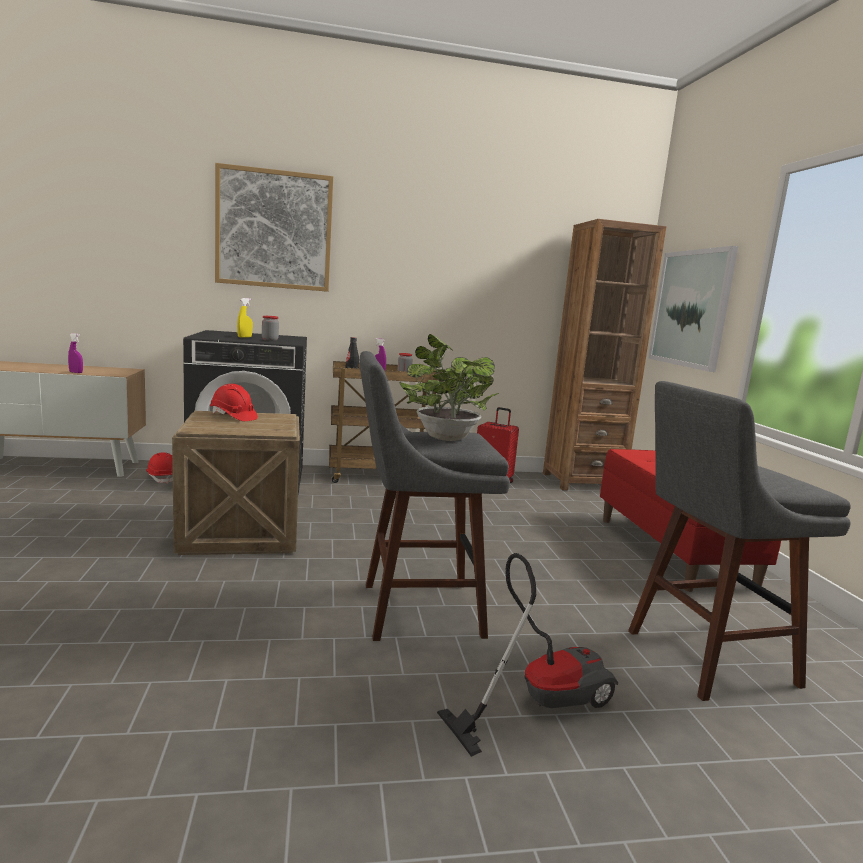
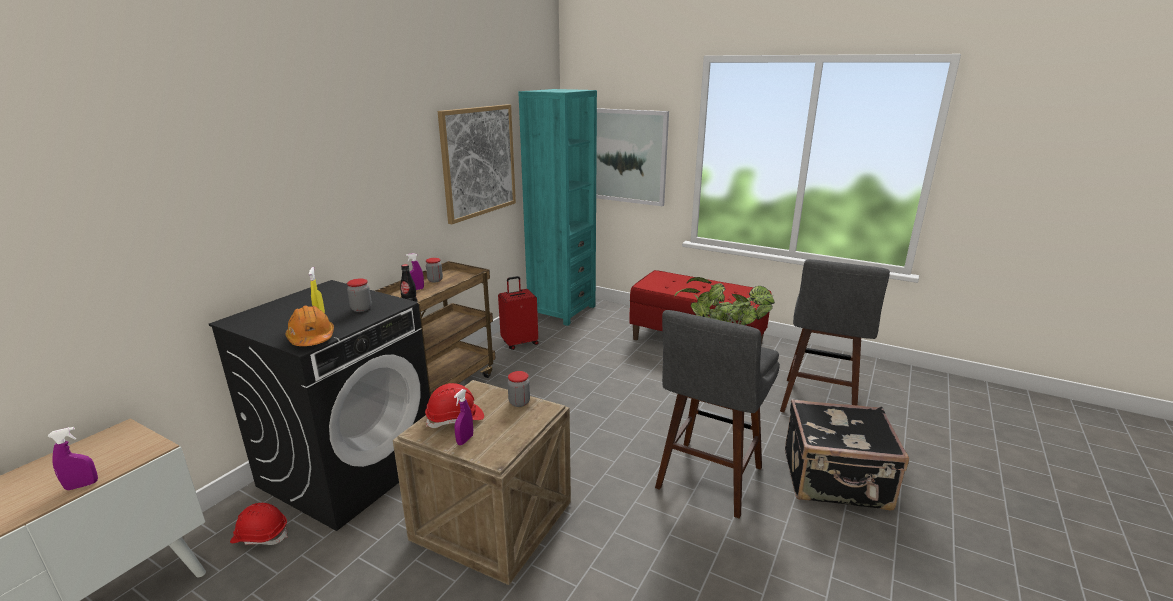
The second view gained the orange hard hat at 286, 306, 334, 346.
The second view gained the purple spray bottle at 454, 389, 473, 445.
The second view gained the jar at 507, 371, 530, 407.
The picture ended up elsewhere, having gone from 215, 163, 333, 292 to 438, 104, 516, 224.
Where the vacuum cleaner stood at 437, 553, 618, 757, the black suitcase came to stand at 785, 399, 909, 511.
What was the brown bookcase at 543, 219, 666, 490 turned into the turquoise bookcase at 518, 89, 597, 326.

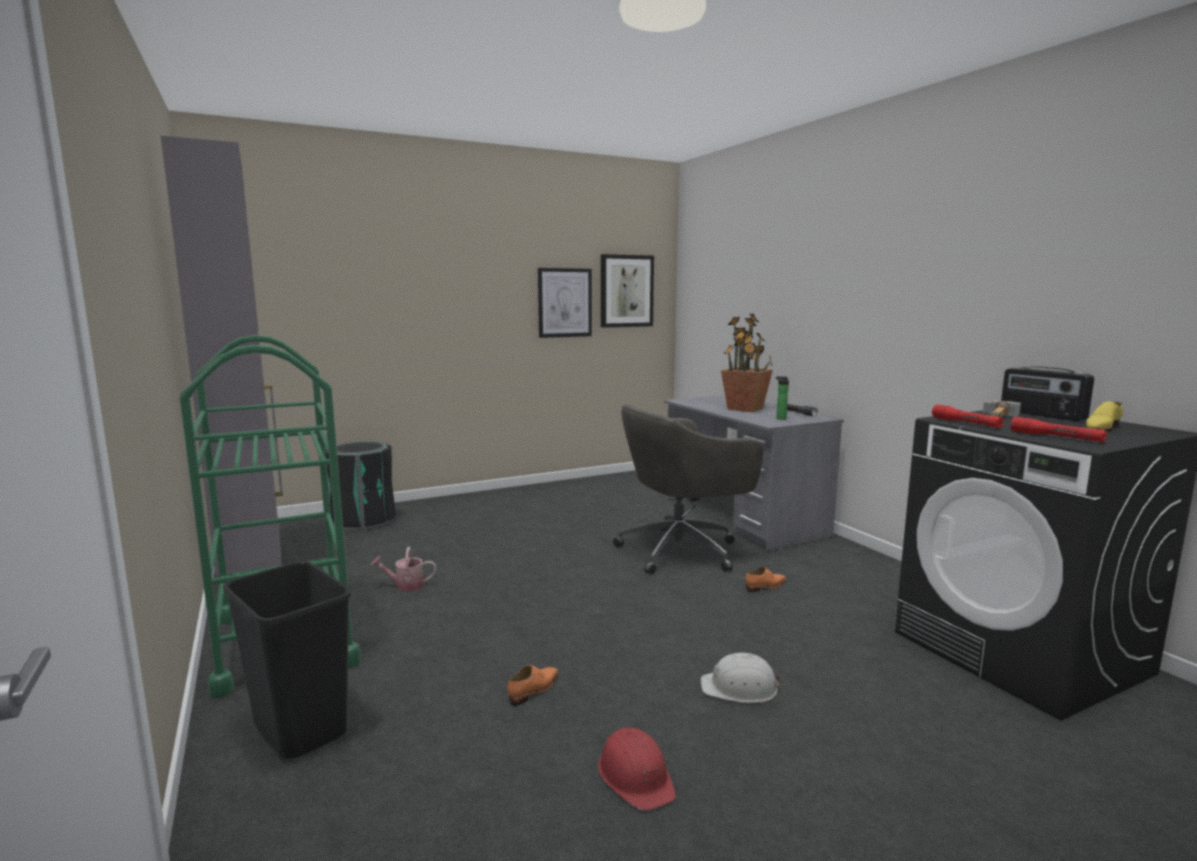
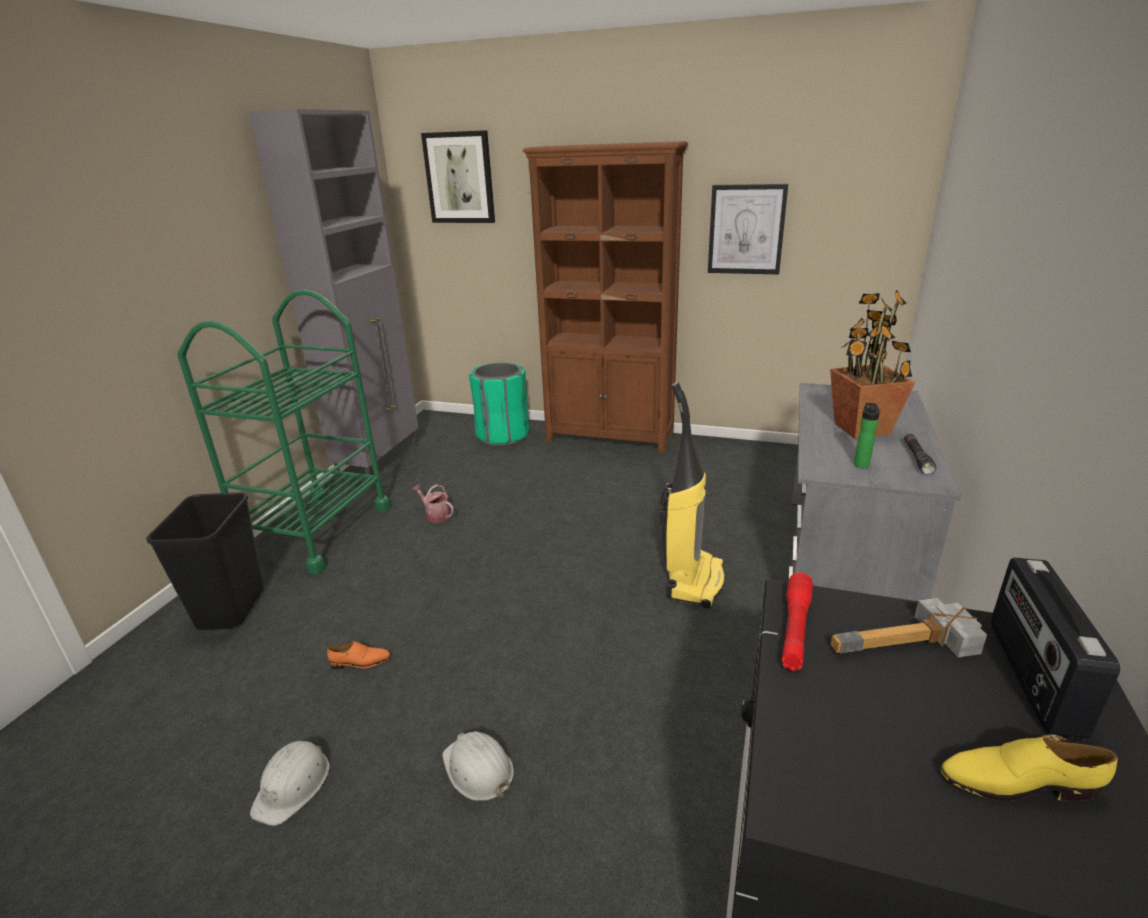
The second view lost the orange shoe at 745, 567, 786, 592.
The second view lost the red flashlight at 1011, 417, 1107, 442.
The second view gained the brown bookcase at 523, 141, 688, 454.
The picture ended up elsewhere, having gone from 601, 254, 654, 328 to 421, 130, 495, 223.
Where the grey office chair stood at 613, 404, 763, 575, the vacuum cleaner came to stand at 660, 382, 725, 608.
What was the black trash can at 326, 441, 396, 531 turned into the green trash can at 469, 363, 529, 446.
What was the red hard hat at 598, 728, 676, 811 turned into the white hard hat at 250, 740, 330, 826.

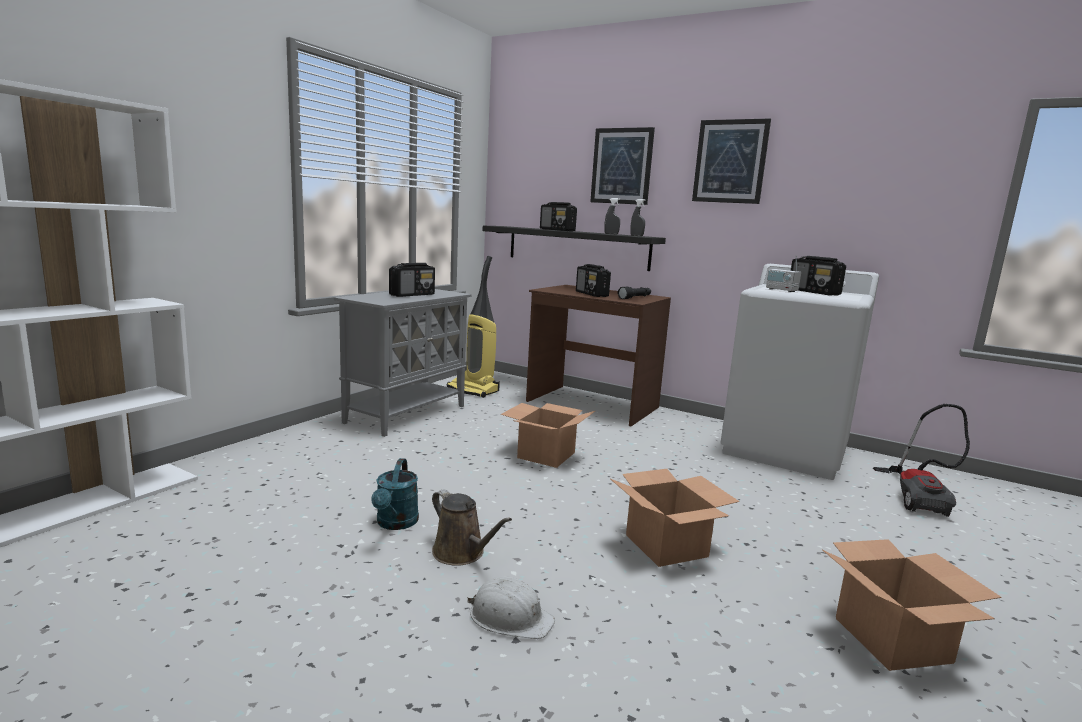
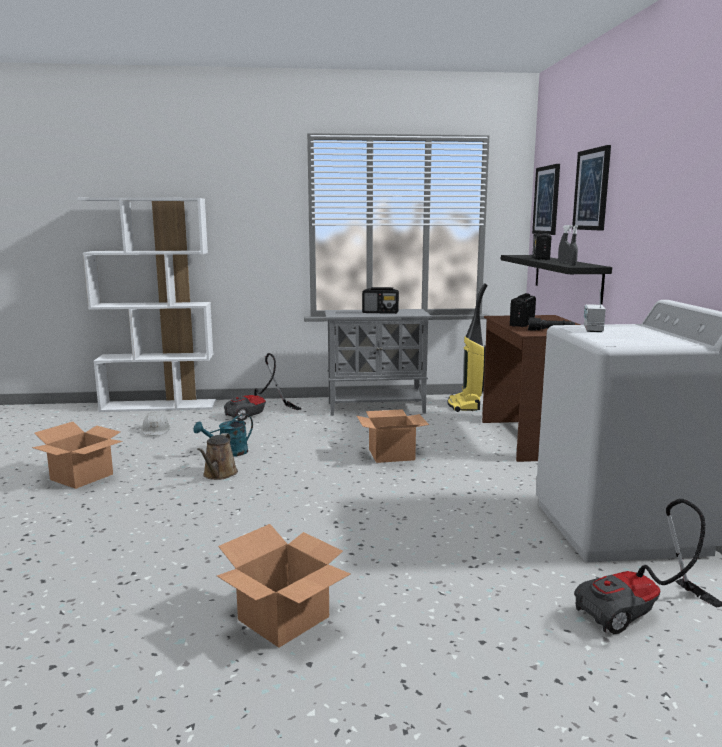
The second view lost the radio at 791, 256, 846, 296.
The second view gained the vacuum cleaner at 224, 353, 302, 421.
The white hard hat ended up elsewhere, having gone from 467, 576, 555, 639 to 141, 411, 170, 436.
The cardboard box ended up elsewhere, having gone from 610, 469, 740, 567 to 32, 422, 123, 489.
The picture ended up elsewhere, having gone from 692, 118, 771, 204 to 532, 164, 560, 235.

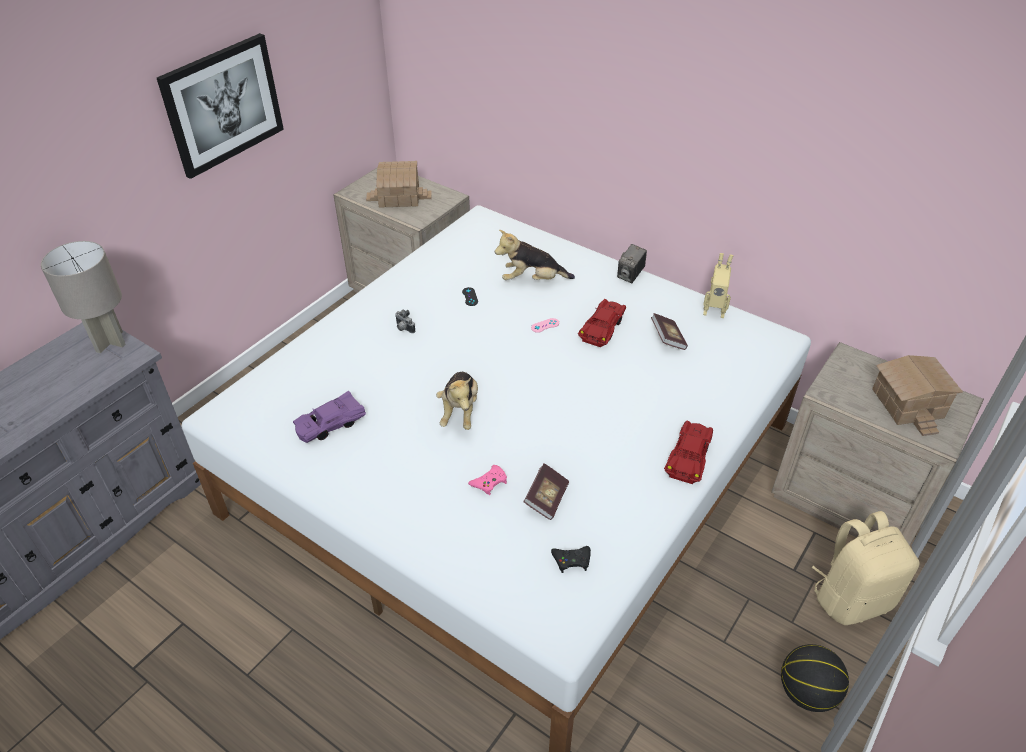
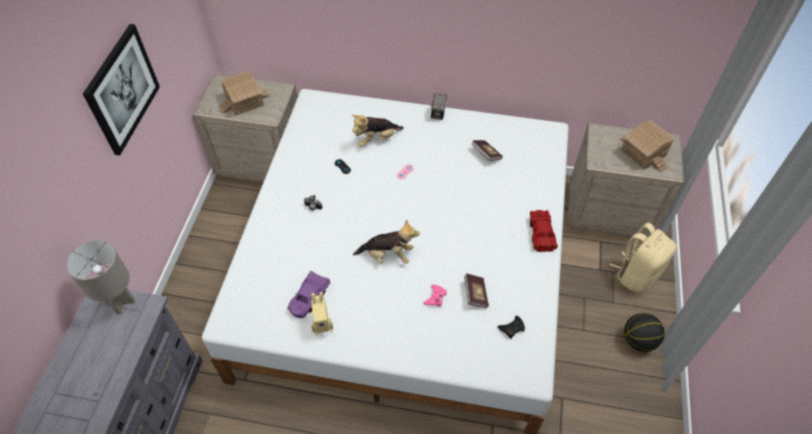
The second view lost the red toy car at 578, 299, 626, 347.
The toy robot ended up elsewhere, having gone from 703, 253, 733, 318 to 311, 292, 333, 335.
The plush toy at 436, 372, 478, 430 ended up facing another way, 60 degrees counterclockwise from before.

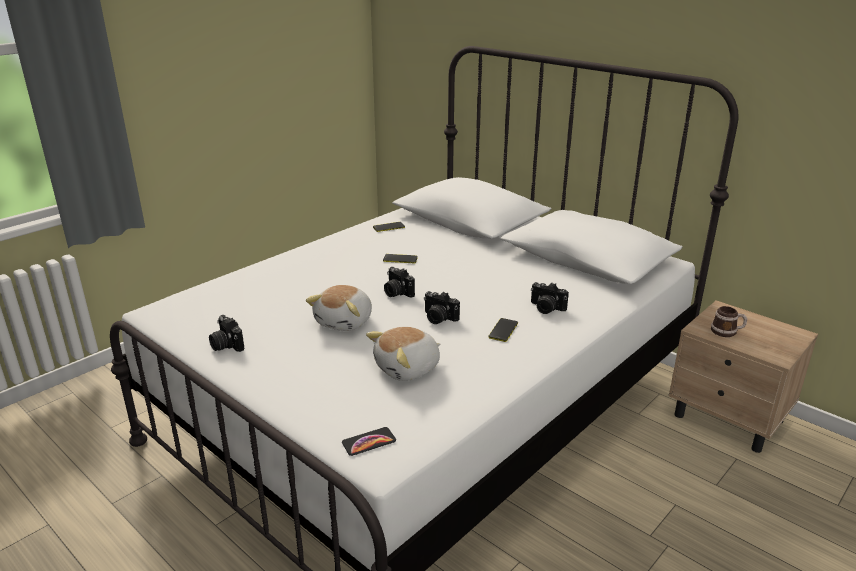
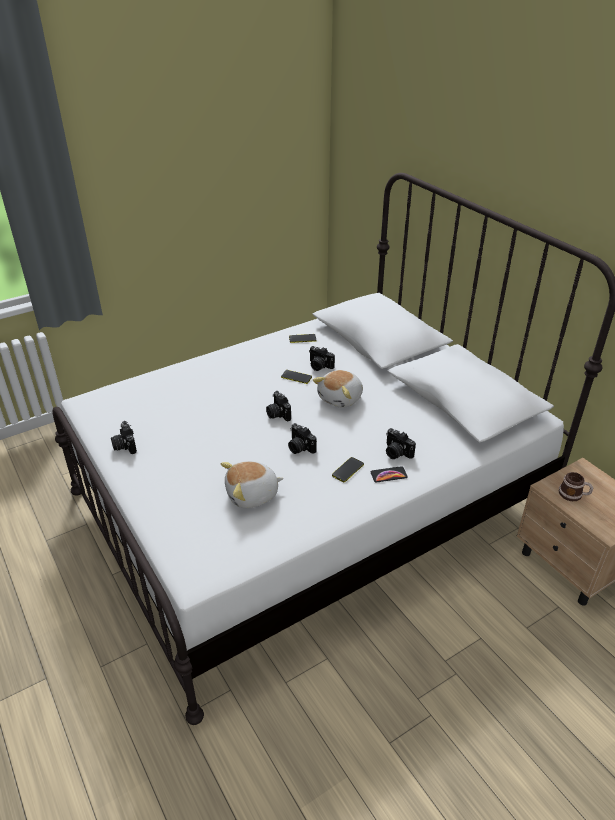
The second view gained the photo camera at 309, 346, 335, 371.
The plush toy ended up elsewhere, having gone from 306, 285, 372, 331 to 313, 370, 363, 408.
The phone ended up elsewhere, having gone from 342, 427, 396, 456 to 371, 466, 408, 482.

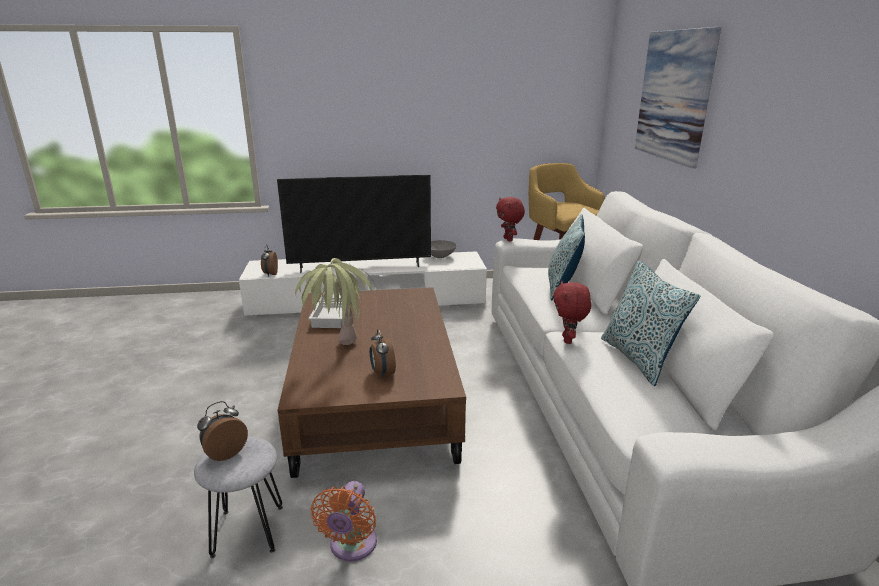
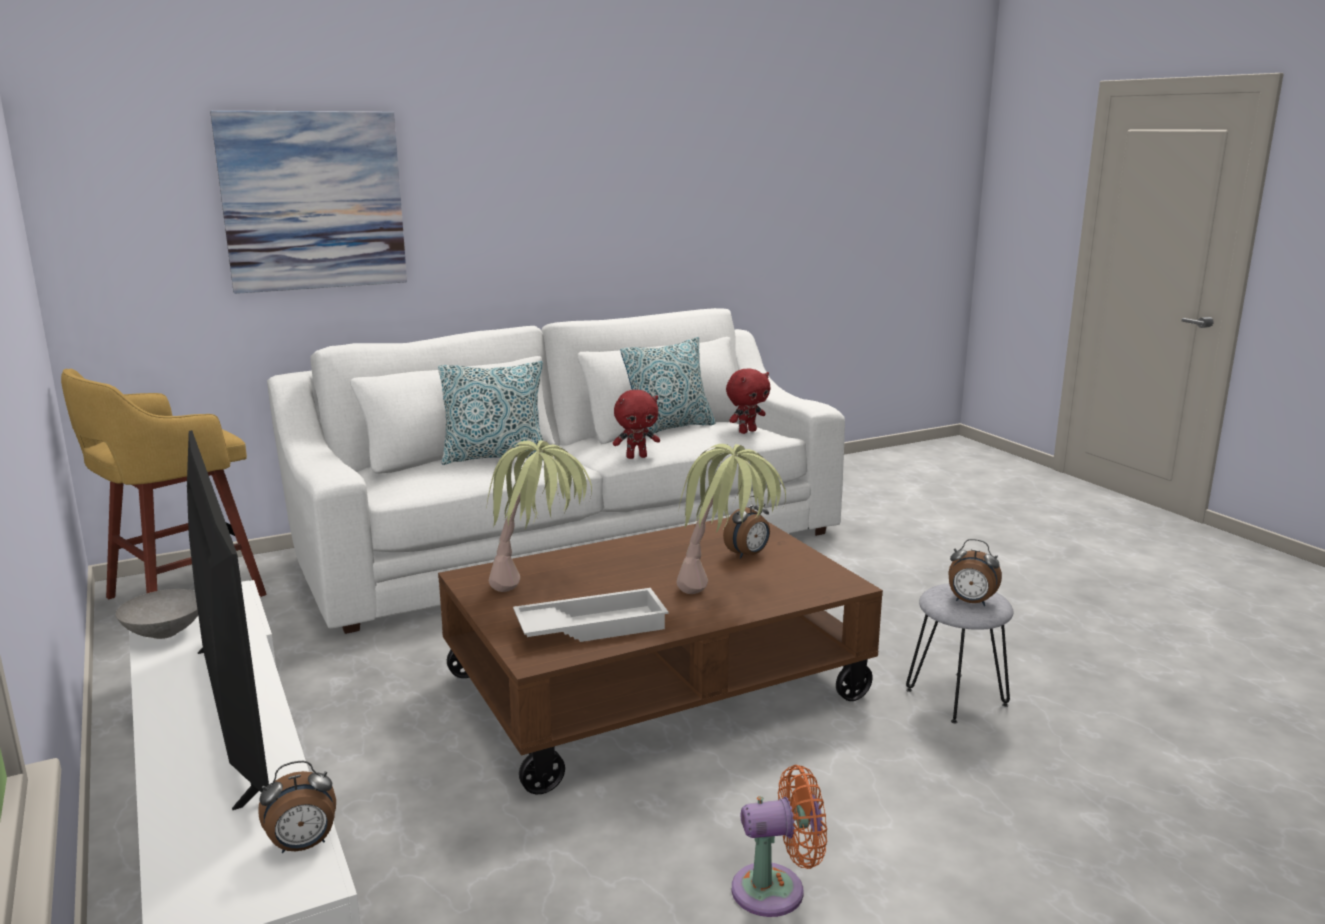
The second view gained the potted plant at 486, 440, 592, 592.
The orange fan ended up elsewhere, having gone from 311, 481, 377, 561 to 732, 765, 827, 917.
The red plush toy ended up elsewhere, having gone from 496, 197, 525, 241 to 726, 369, 771, 434.

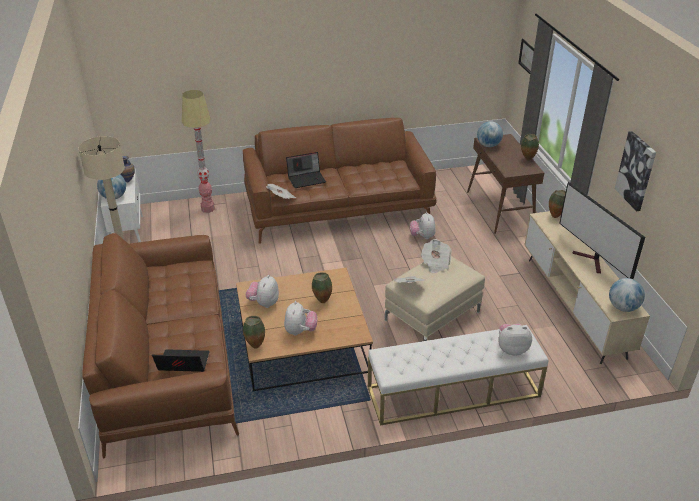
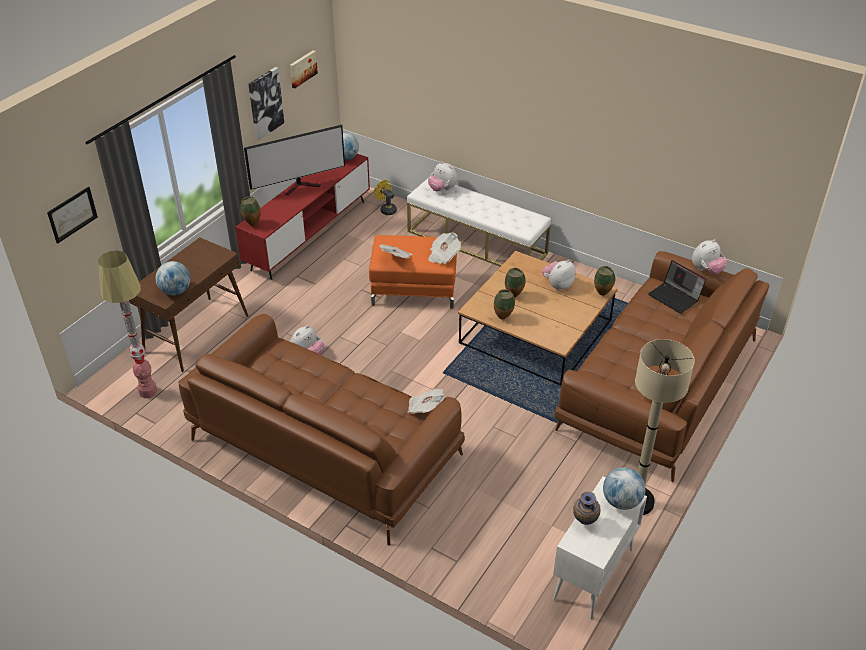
The second view lost the laptop at 286, 152, 326, 188.
The second view gained the picture at 290, 50, 318, 88.
The second view gained the yellow fan at 374, 180, 397, 215.
The floor lamp ended up elsewhere, having gone from 182, 90, 215, 213 to 98, 250, 158, 398.
The plush toy ended up elsewhere, having gone from 246, 275, 279, 308 to 692, 239, 727, 274.
The vase ended up elsewhere, having gone from 521, 134, 539, 161 to 494, 289, 515, 320.
What was the beige ottoman at 385, 256, 485, 341 turned into the orange ottoman at 369, 235, 457, 309.
What was the beige tv stand at 525, 211, 650, 364 turned into the red tv stand at 235, 154, 370, 280.
The television at 559, 182, 645, 279 ended up facing another way, 45 degrees clockwise from before.

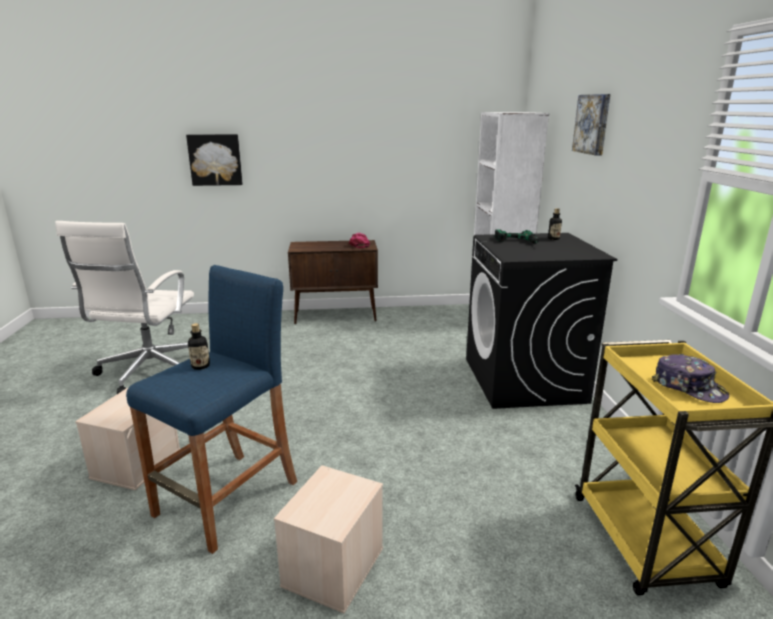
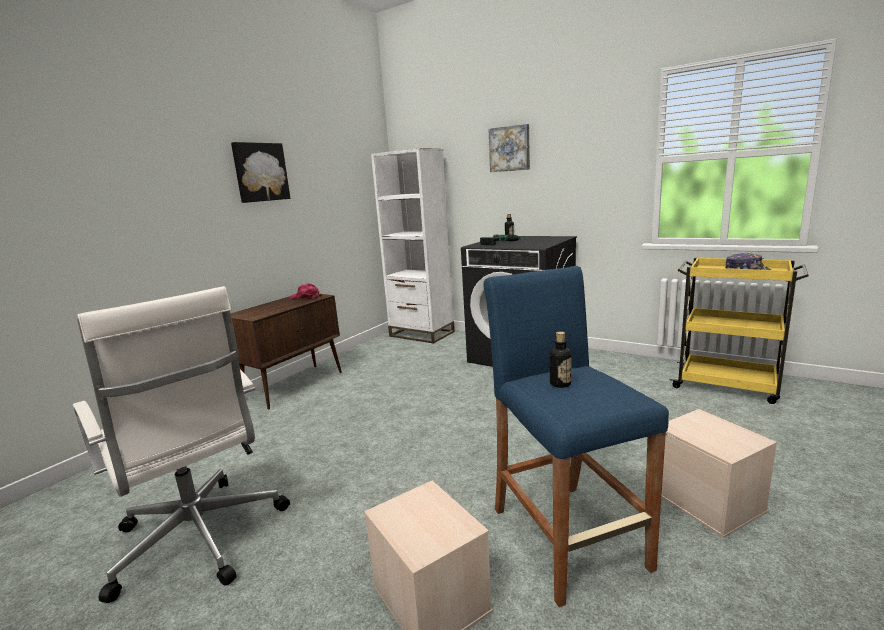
The picture ended up elsewhere, having gone from 186, 134, 243, 186 to 231, 142, 290, 203.

